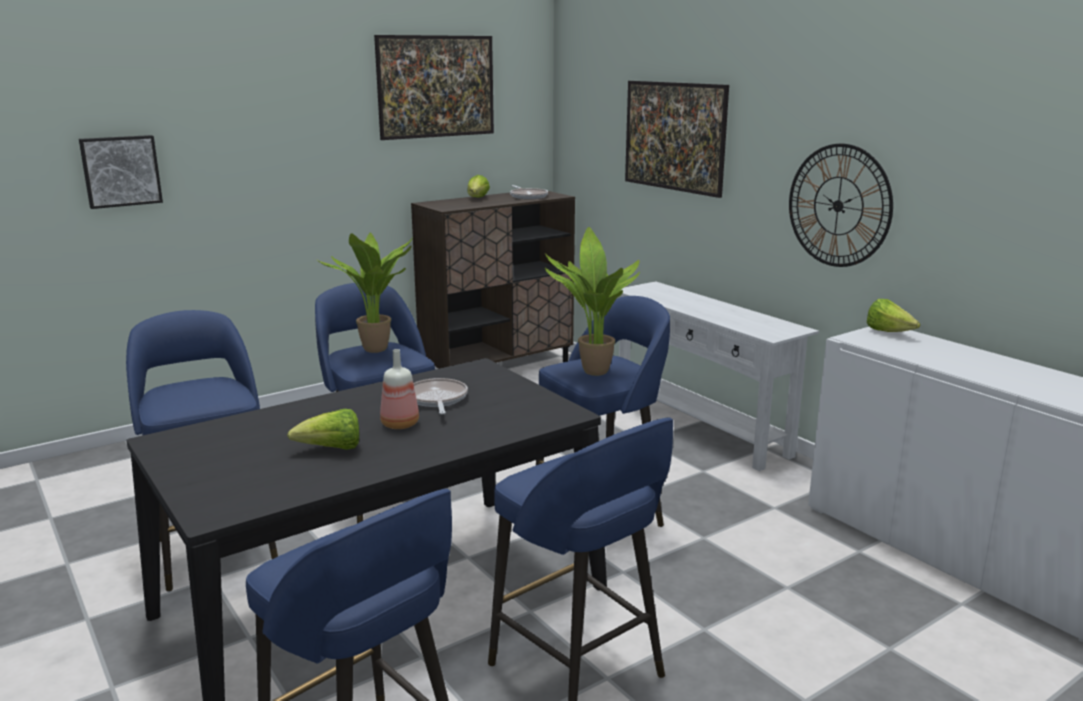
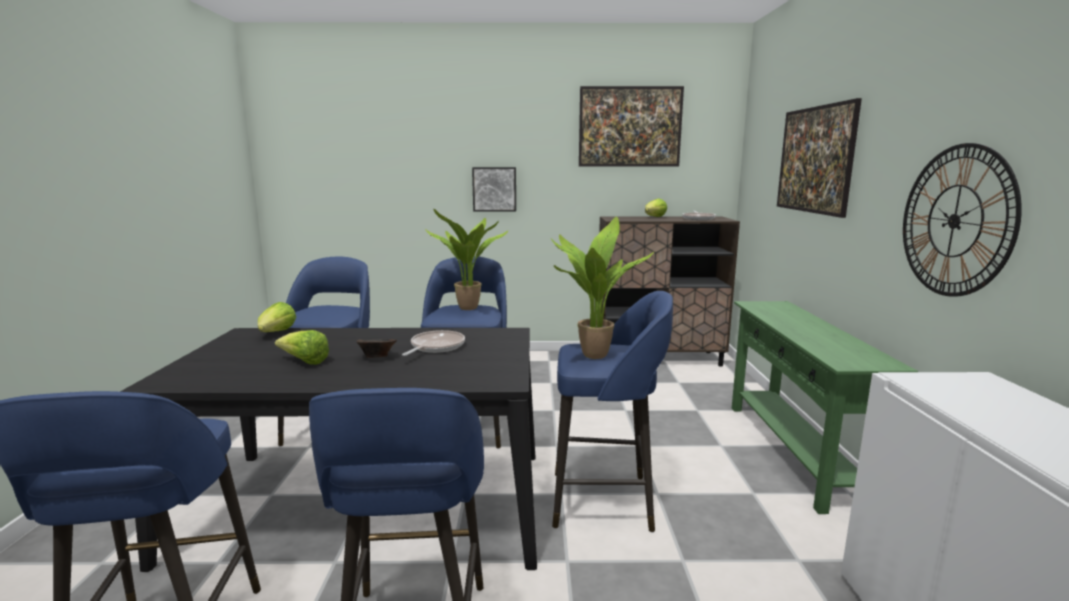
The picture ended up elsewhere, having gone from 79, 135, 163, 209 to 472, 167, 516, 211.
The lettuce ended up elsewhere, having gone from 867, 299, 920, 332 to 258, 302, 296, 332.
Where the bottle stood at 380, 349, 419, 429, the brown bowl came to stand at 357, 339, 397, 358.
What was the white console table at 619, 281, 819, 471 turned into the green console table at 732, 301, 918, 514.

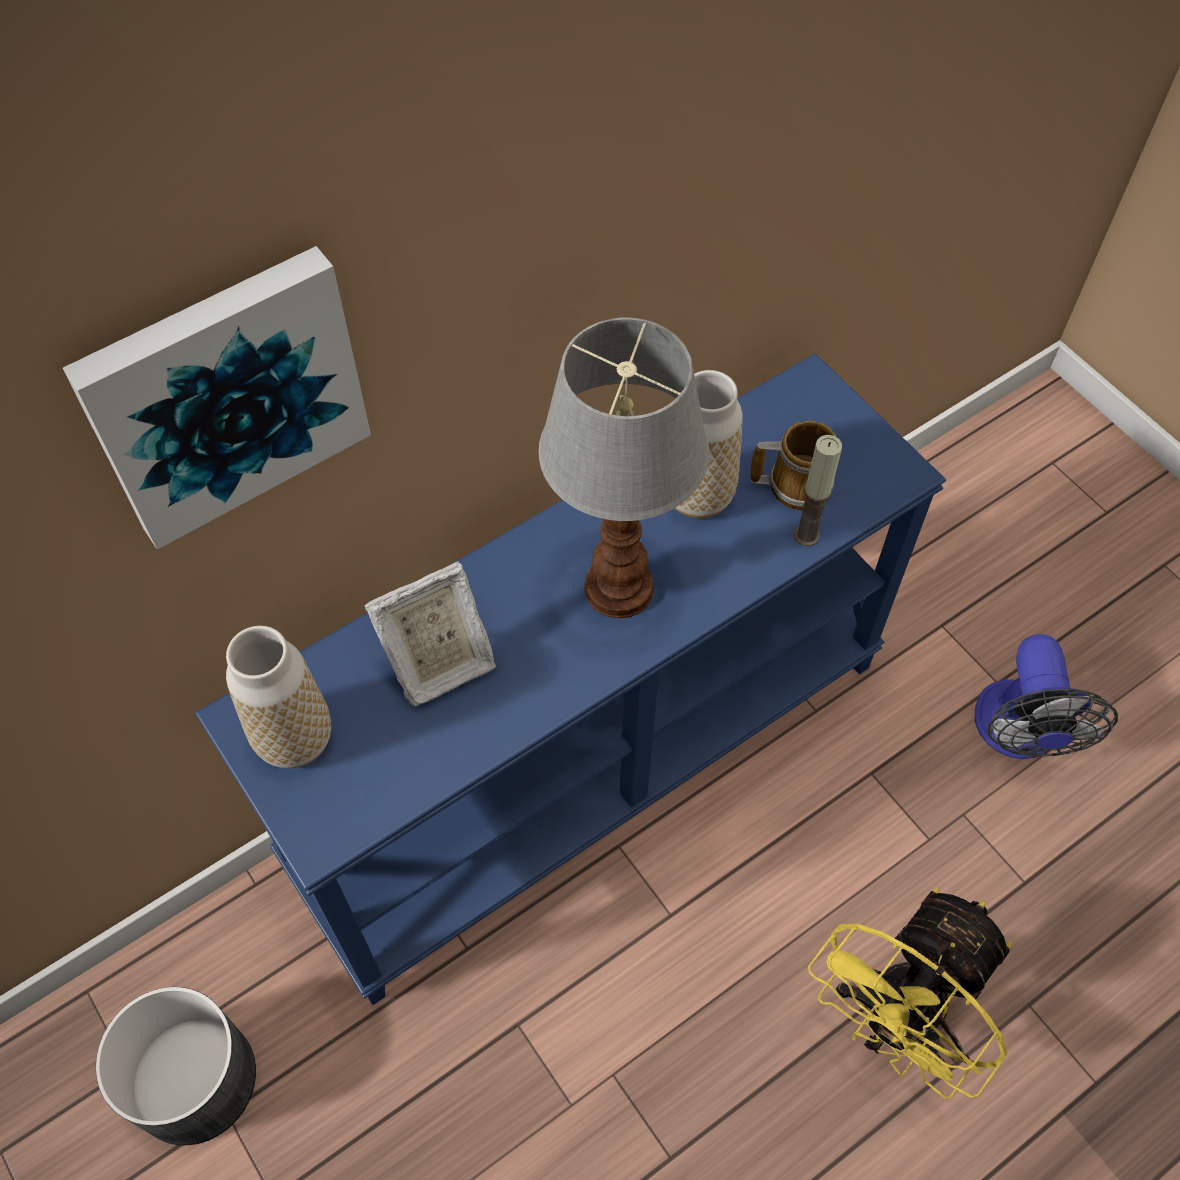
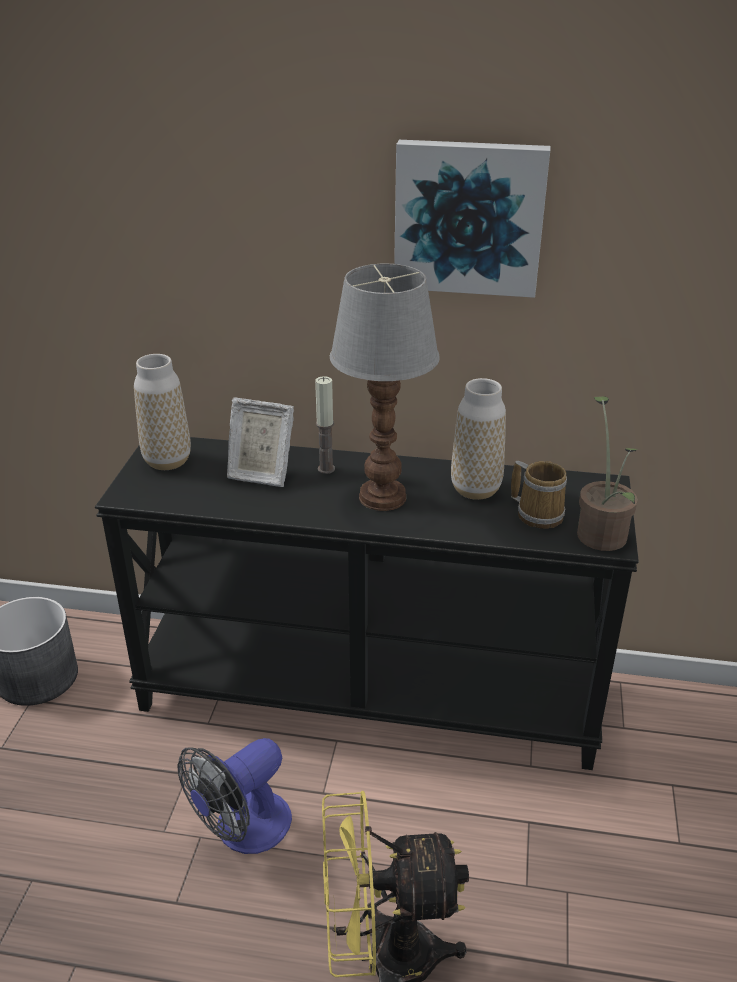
The second view gained the potted plant at 577, 396, 638, 551.
The picture ended up elsewhere, having gone from 63, 246, 371, 549 to 394, 140, 551, 298.
The candle ended up elsewhere, having gone from 794, 435, 842, 546 to 315, 376, 335, 474.
The fan ended up elsewhere, having gone from 975, 634, 1118, 759 to 178, 738, 292, 854.
What was the blue console table at 195, 353, 946, 1005 turned into the black console table at 95, 437, 639, 770.

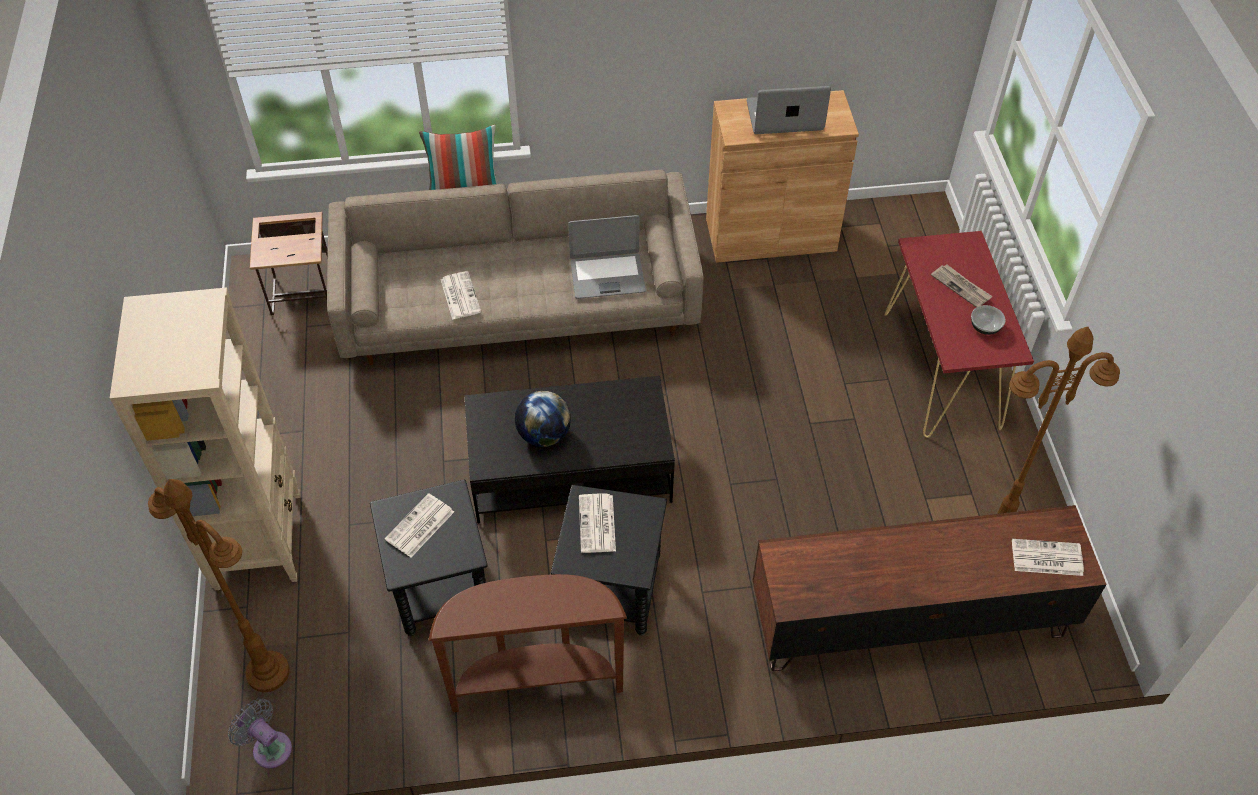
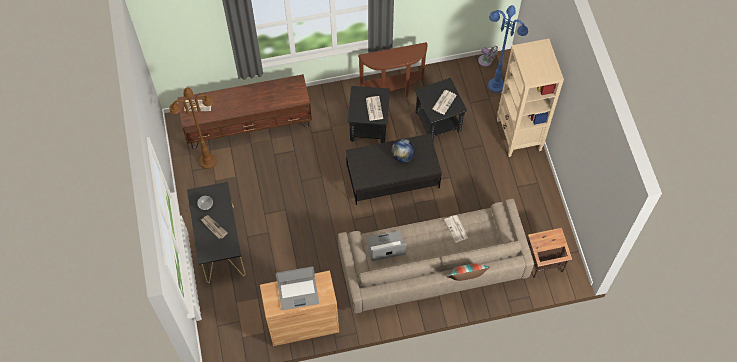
What was the brown floor lamp at 148, 479, 290, 692 turned into the blue floor lamp at 488, 5, 528, 93.
What was the red console table at 885, 231, 1034, 438 turned into the black console table at 187, 182, 246, 283.

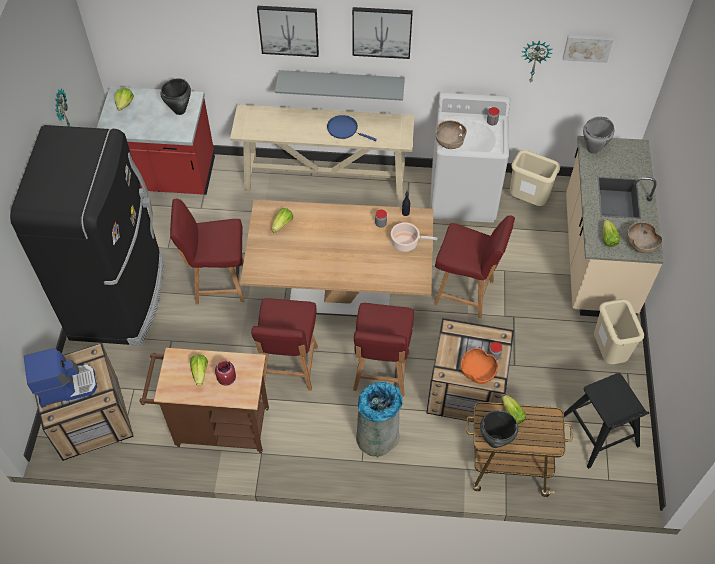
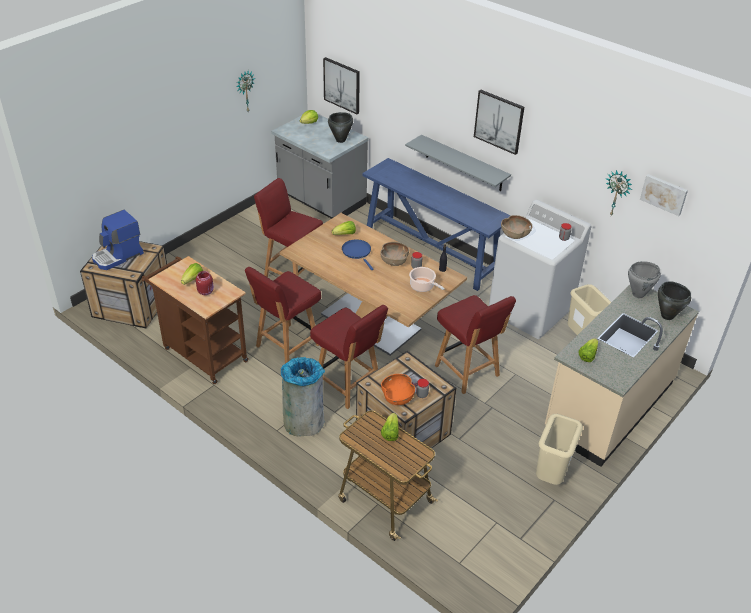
The second view lost the black fridge at 10, 125, 163, 346.
The second view lost the black stool at 564, 373, 650, 469.
The picture ended up elsewhere, having gone from 257, 6, 319, 57 to 323, 57, 360, 114.
The blue frying pan ended up elsewhere, having gone from 327, 115, 377, 141 to 342, 239, 373, 270.
The black cooking pot ended up elsewhere, having gone from 480, 410, 518, 448 to 658, 281, 691, 320.
The brown bowl ended up elsewhere, having gone from 627, 222, 663, 253 to 380, 242, 409, 266.
What was the red counter at 97, 86, 215, 195 turned into the grey counter at 271, 114, 368, 219.
What was the beige console table at 230, 105, 415, 201 turned into the blue console table at 362, 158, 511, 291.
The coffee machine at 24, 348, 97, 408 ended up facing another way, 120 degrees clockwise from before.
The red chair at 353, 303, 414, 397 ended up facing another way, 90 degrees counterclockwise from before.

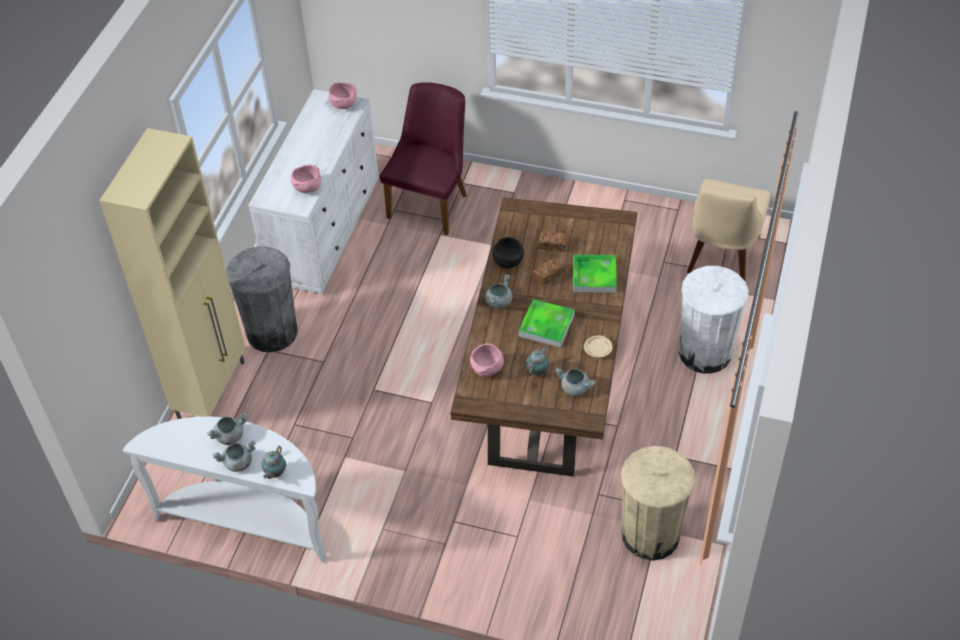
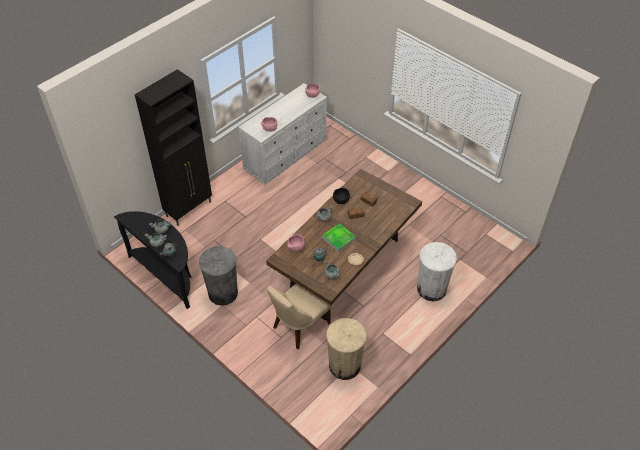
The second view lost the purple chair at 379, 82, 467, 235.
The second view lost the tray at 573, 255, 617, 293.
The grey trash can ended up elsewhere, having gone from 226, 246, 297, 352 to 199, 246, 238, 306.
The beige chair ended up elsewhere, having gone from 687, 179, 770, 281 to 267, 284, 332, 350.
What was the beige cabinet at 99, 128, 245, 419 turned into the black cabinet at 135, 69, 212, 226.
What was the white console table at 122, 417, 327, 563 turned into the black console table at 114, 211, 192, 309.

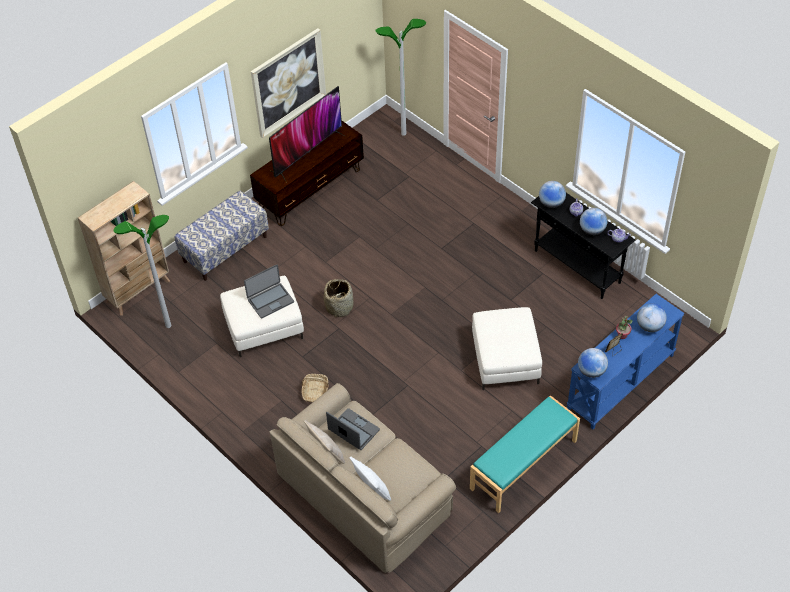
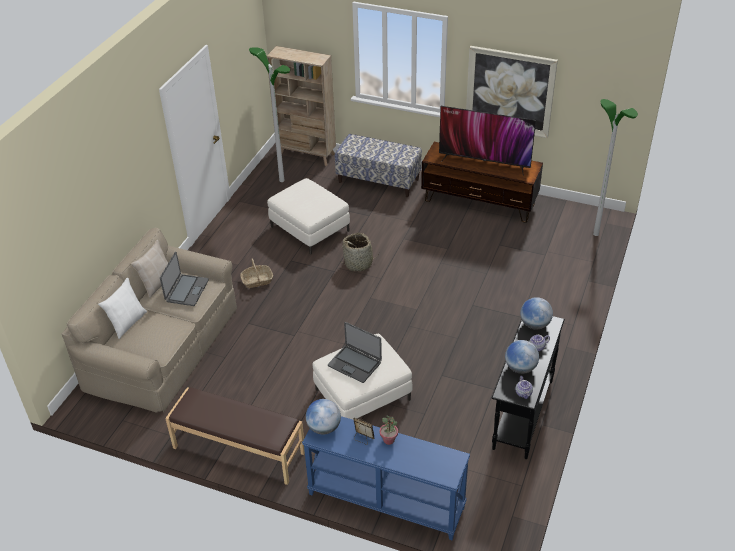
The second view lost the globe at 637, 303, 667, 332.
The laptop ended up elsewhere, having gone from 244, 265, 294, 319 to 328, 322, 382, 383.
What was the turquoise bench at 470, 395, 580, 513 turned into the brown bench at 165, 387, 305, 485.

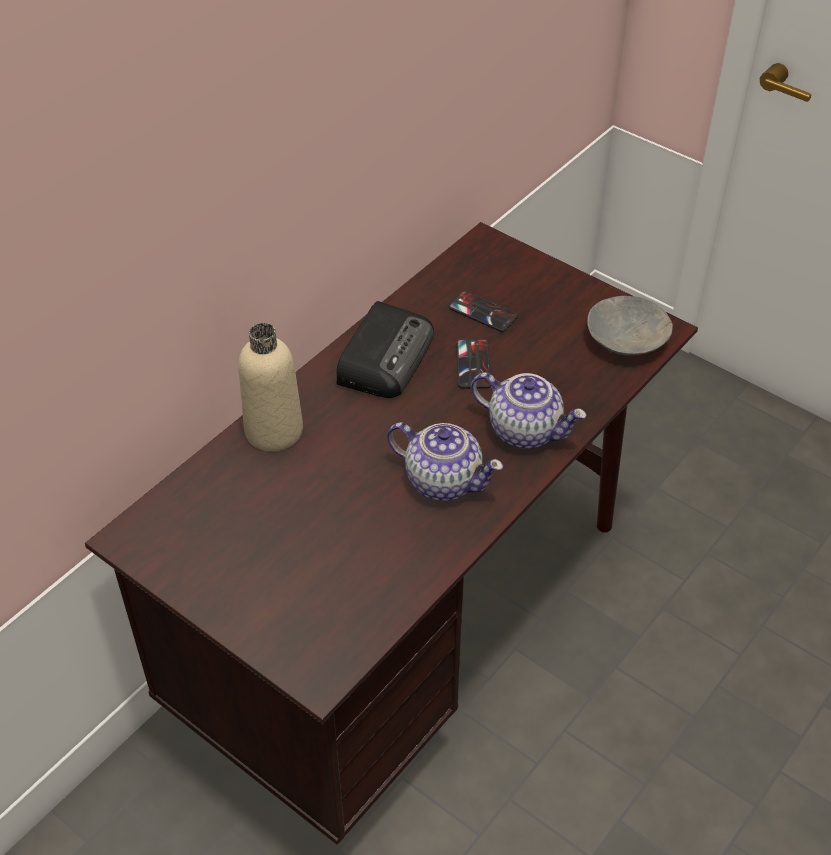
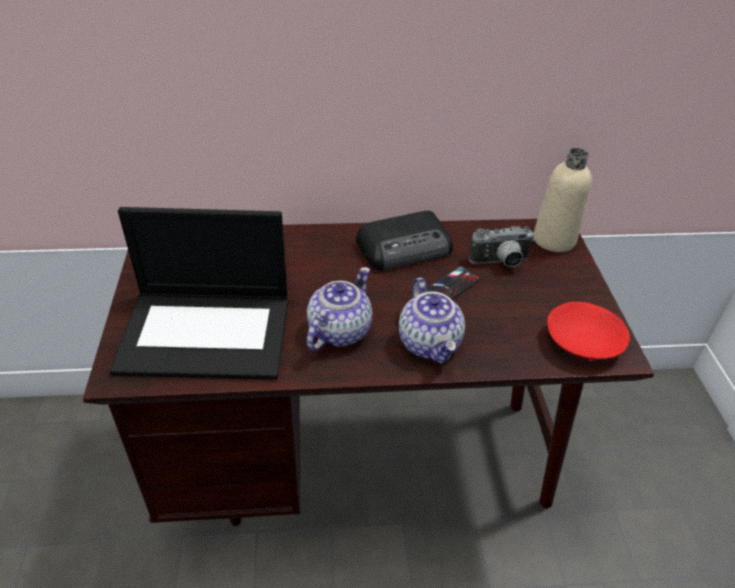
The second view gained the laptop at 109, 207, 288, 380.
The beige bottle ended up elsewhere, having gone from 238, 323, 303, 451 to 534, 148, 592, 252.
Where the phone stood at 449, 291, 518, 332, the photo camera came to stand at 469, 226, 534, 267.
What was the grey bowl at 587, 296, 673, 356 turned into the red bowl at 547, 302, 630, 361.
The teapot at 387, 422, 503, 501 ended up facing another way, 135 degrees counterclockwise from before.

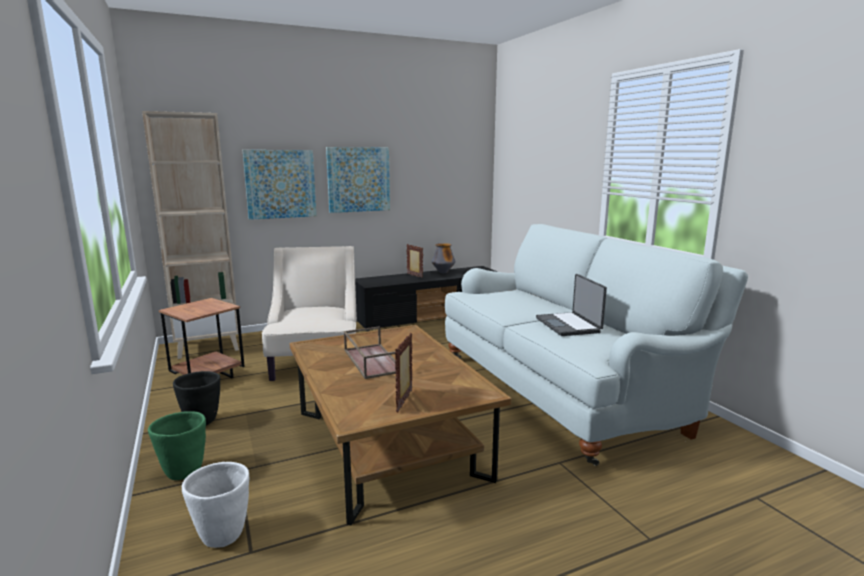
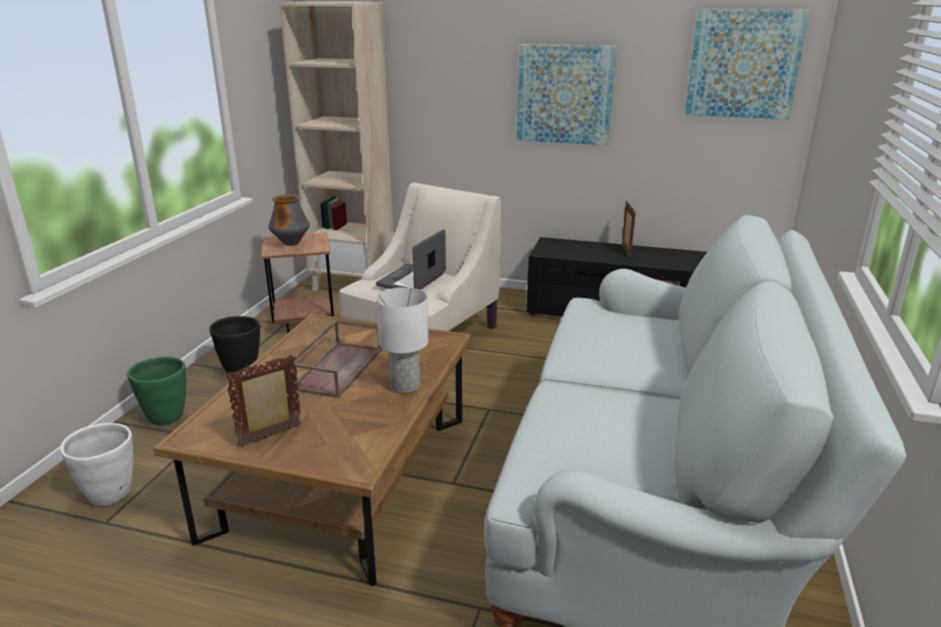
The second view gained the white table lamp at 376, 287, 428, 394.
The picture ended up elsewhere, having gone from 243, 150, 317, 220 to 685, 9, 809, 119.
The vase ended up elsewhere, having gone from 431, 243, 455, 273 to 268, 194, 310, 246.
The laptop ended up elsewhere, having gone from 536, 274, 607, 336 to 376, 229, 446, 290.

